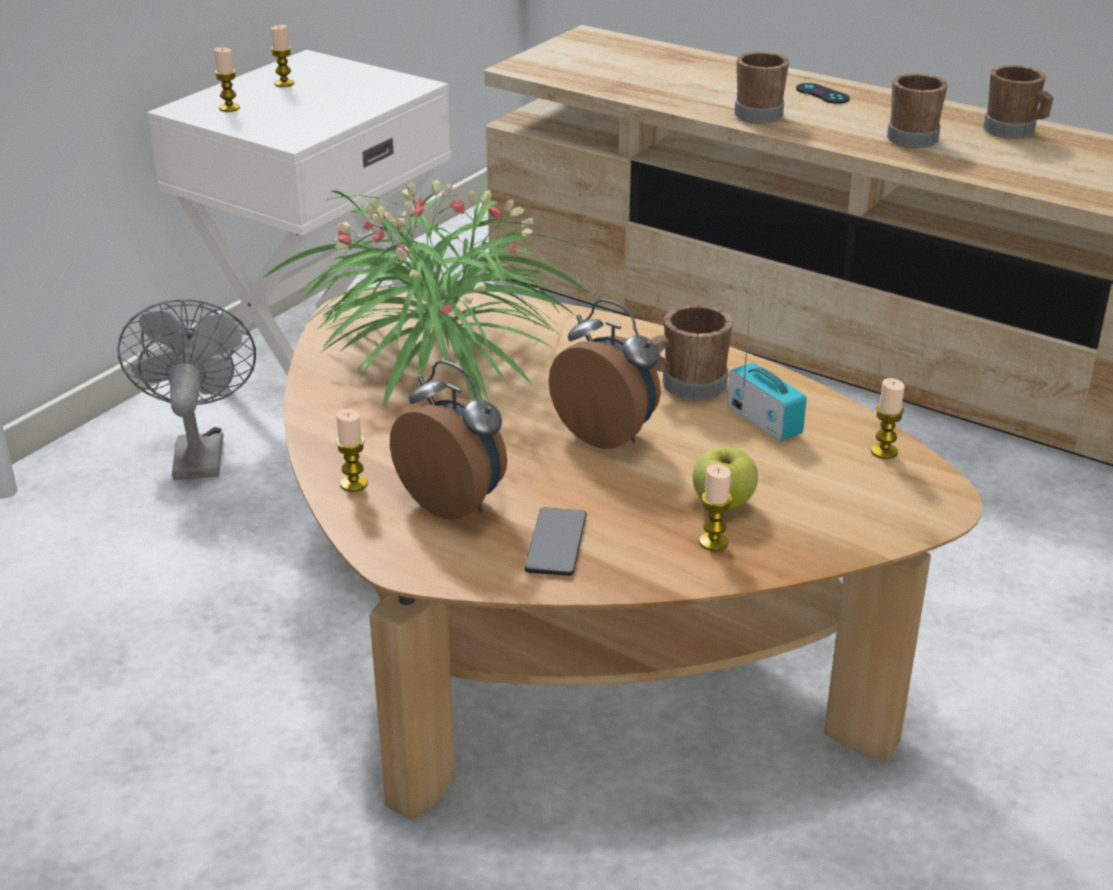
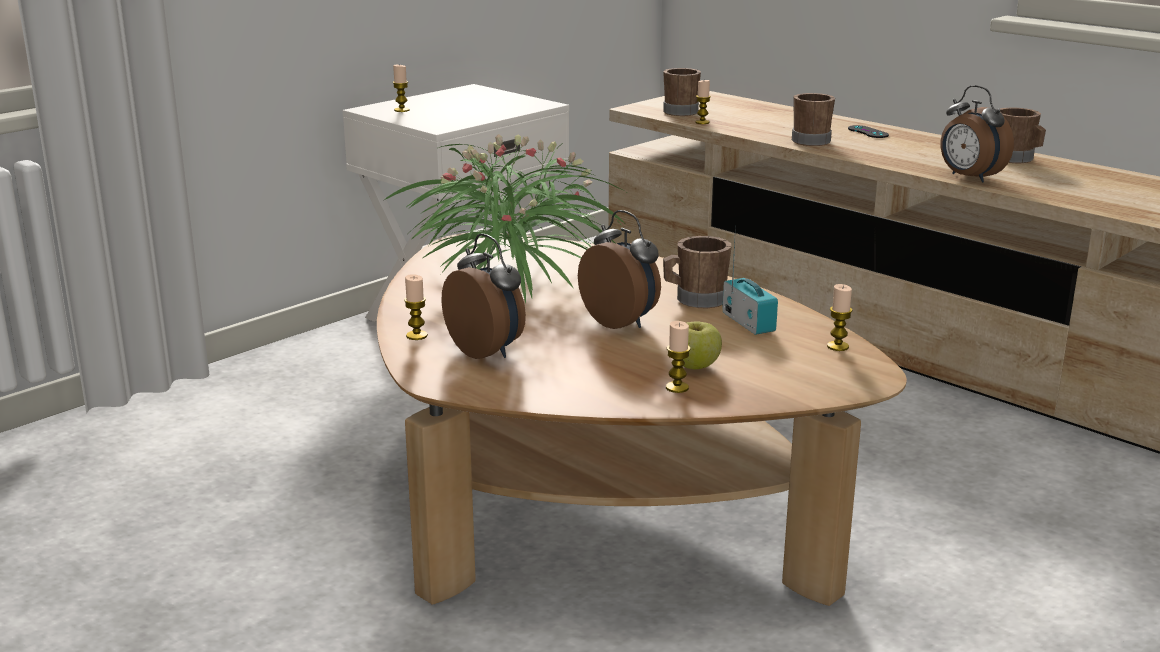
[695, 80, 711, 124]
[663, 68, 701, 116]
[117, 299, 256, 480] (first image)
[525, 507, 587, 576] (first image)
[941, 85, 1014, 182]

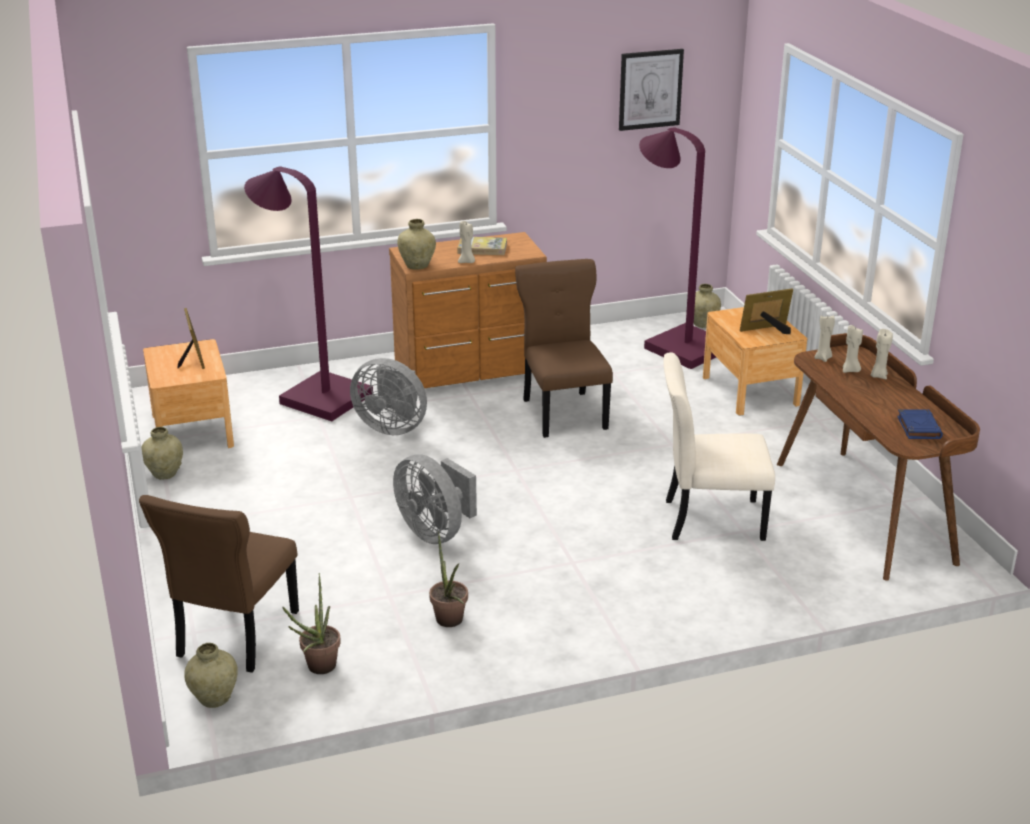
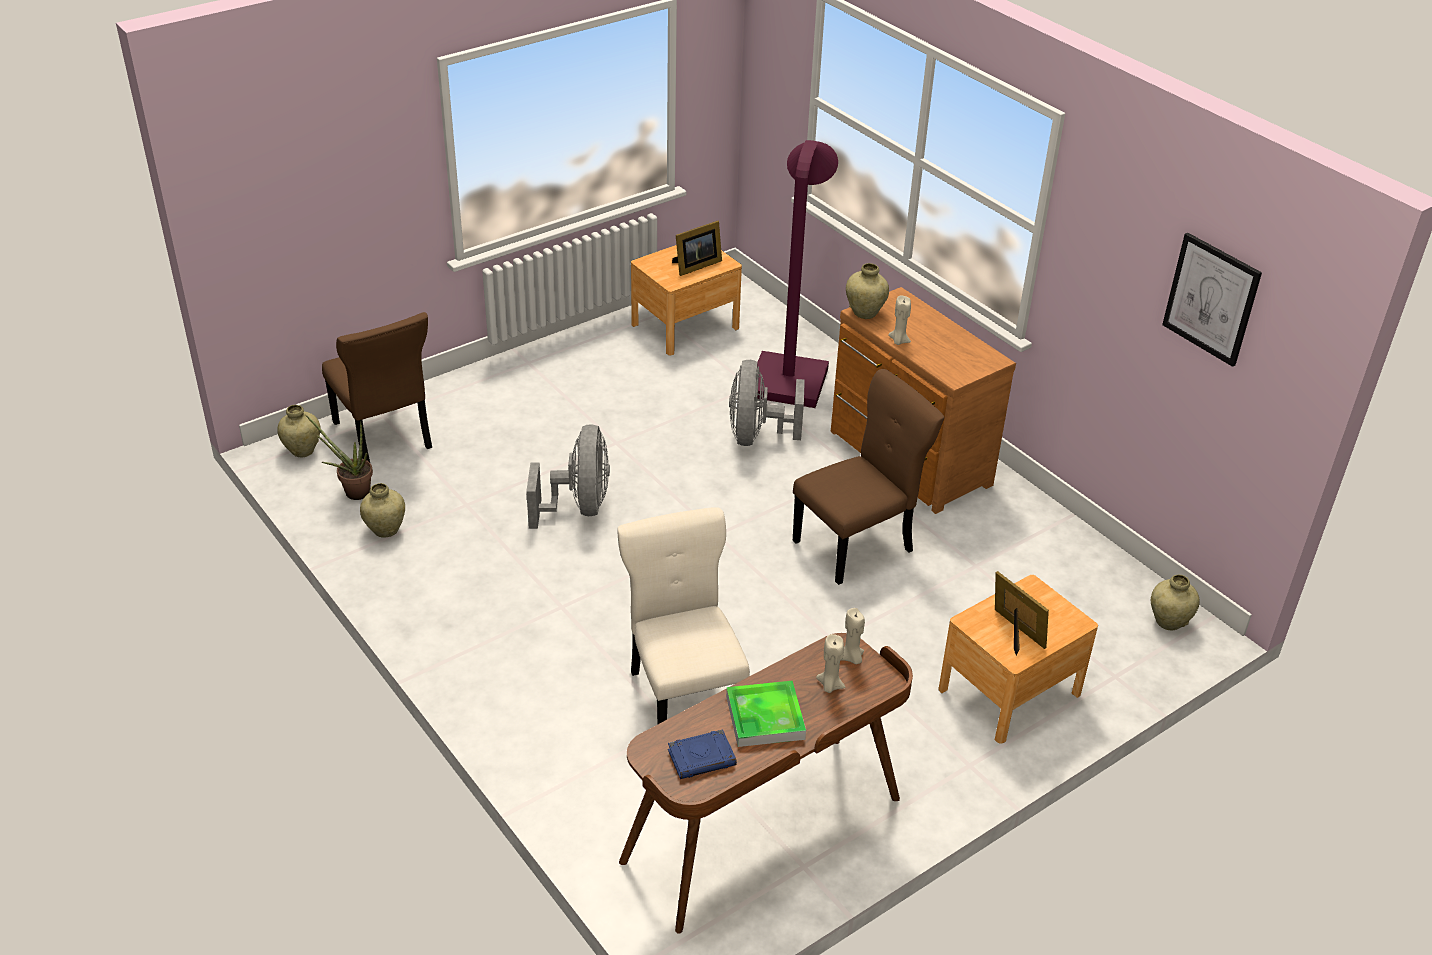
[639, 128, 716, 369] (first image)
[457, 237, 507, 255] (first image)
[871, 329, 893, 379] (first image)
[360, 483, 405, 538]
[526, 424, 610, 529]
[322, 312, 432, 462]
[429, 532, 468, 627] (first image)
[726, 681, 806, 747]

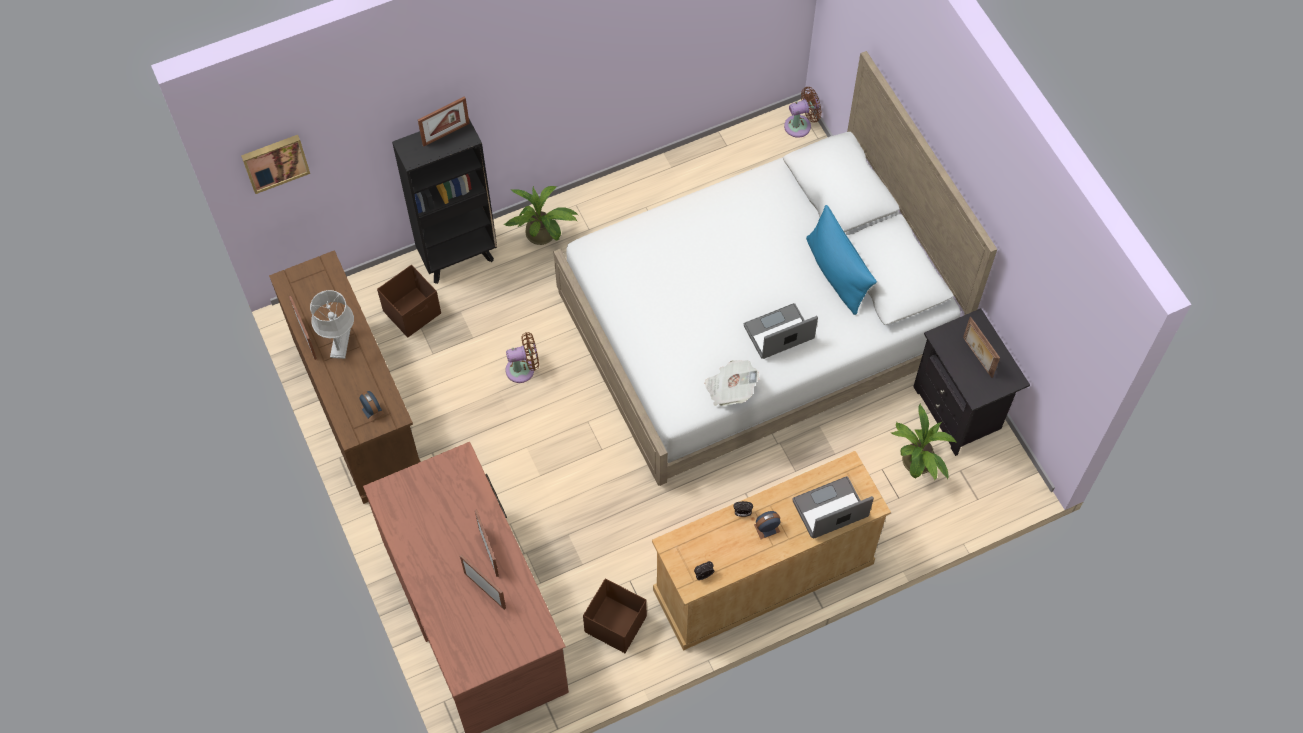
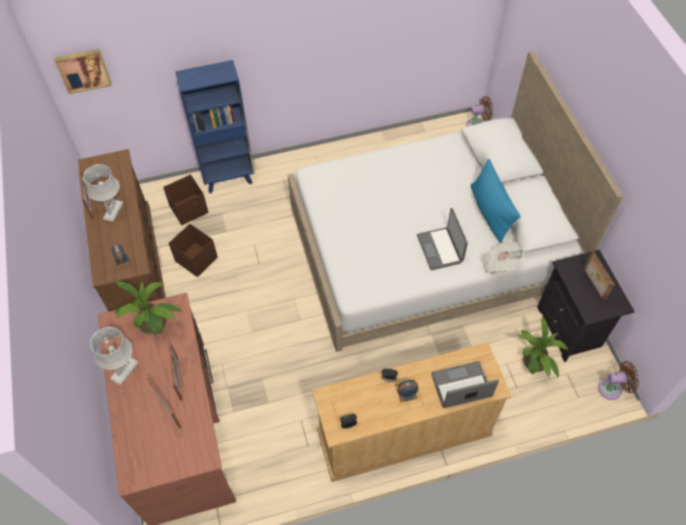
[418, 96, 470, 146] (first image)
[175, 60, 255, 193]
[114, 280, 182, 334]
[417, 208, 468, 270]
[598, 361, 639, 400]
[479, 242, 524, 274]
[169, 224, 218, 277]
[90, 327, 139, 385]

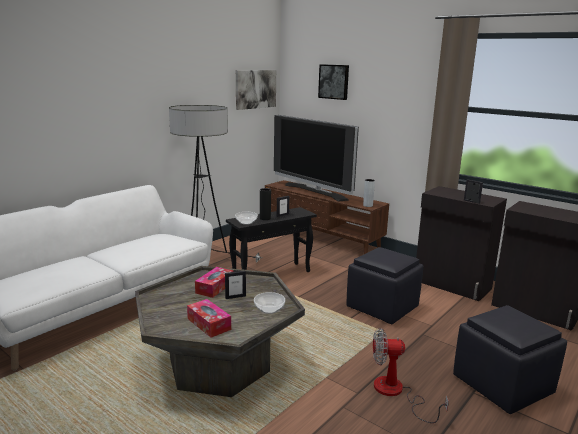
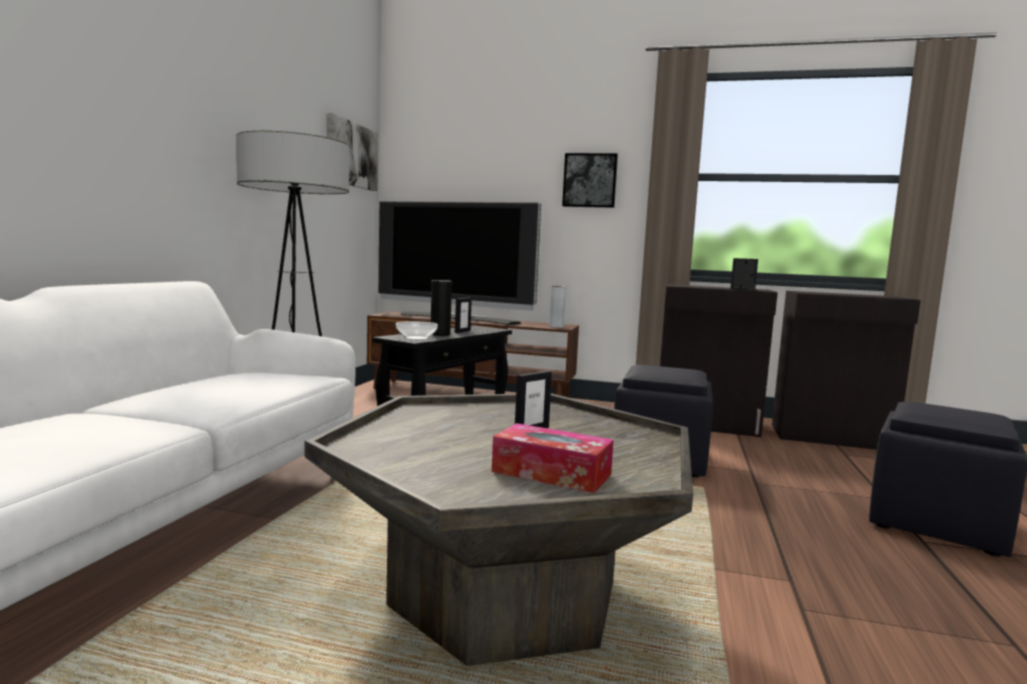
[562, 153, 618, 208]
[195, 267, 233, 298] (first image)
[254, 292, 285, 314] (first image)
[373, 328, 449, 423] (first image)

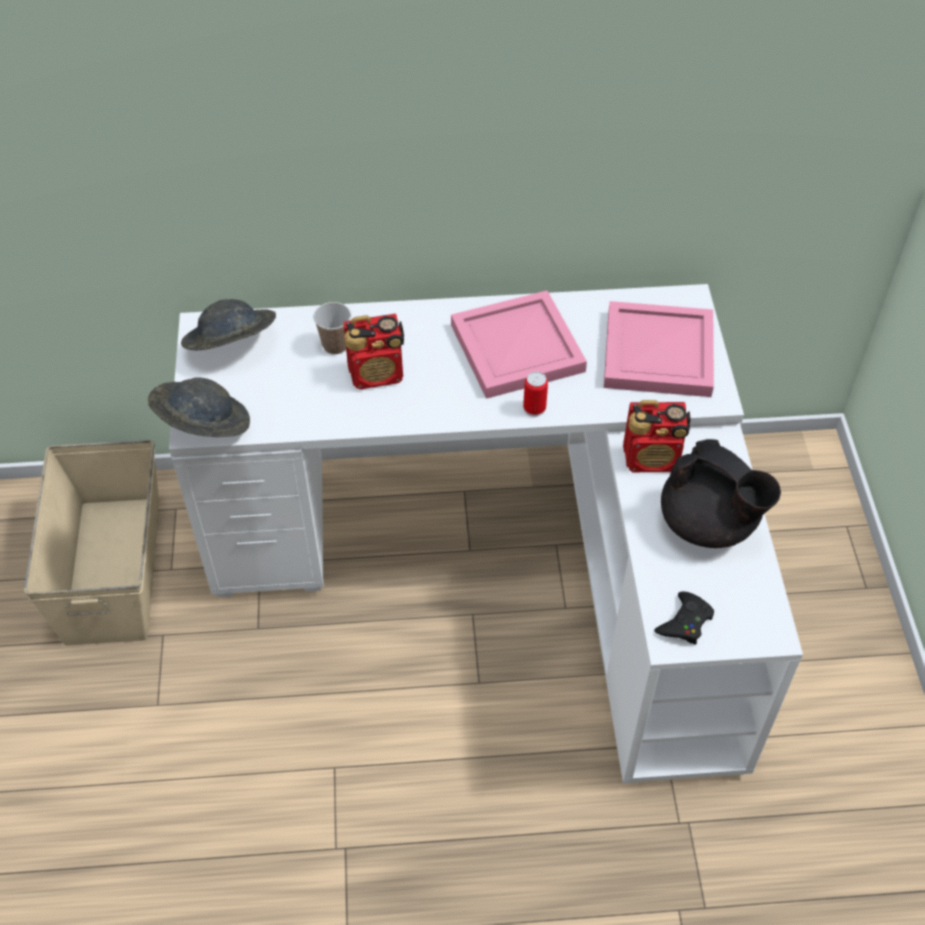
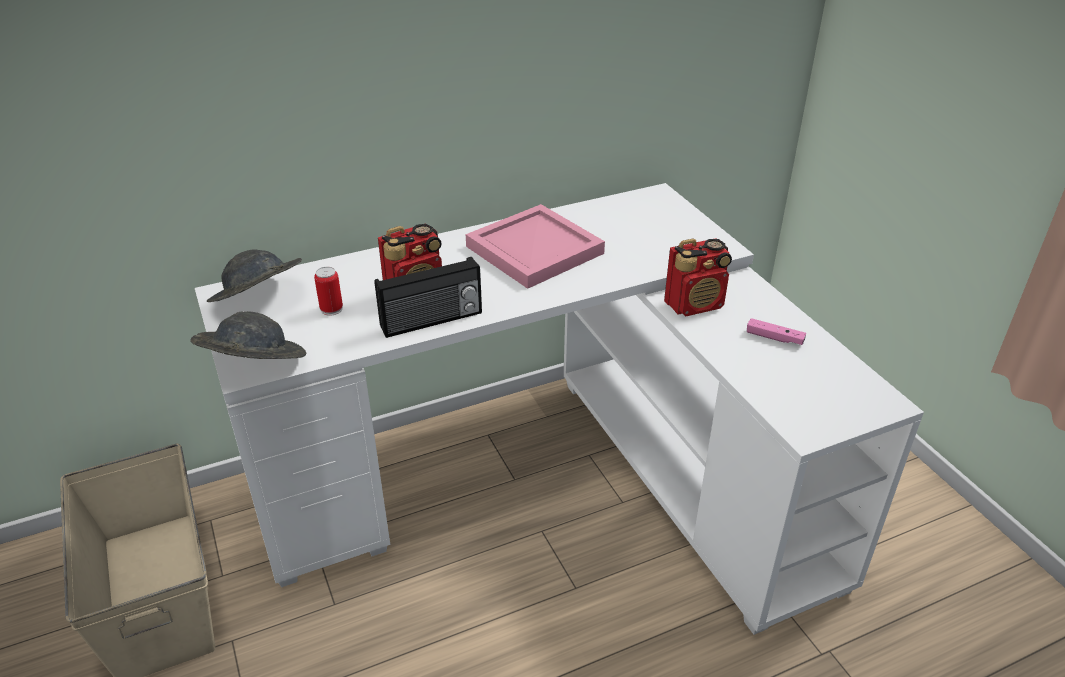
[604, 301, 714, 397] (first image)
[313, 302, 351, 354] (first image)
[314, 267, 343, 316]
[747, 318, 806, 345]
[654, 591, 714, 645] (first image)
[374, 257, 482, 338]

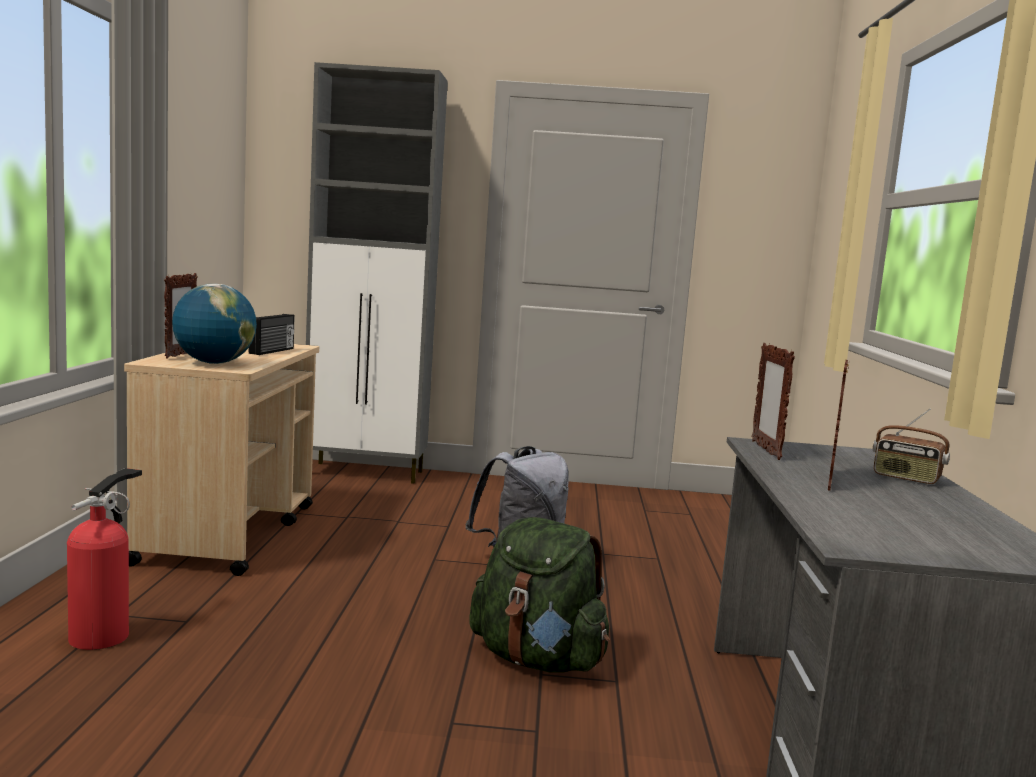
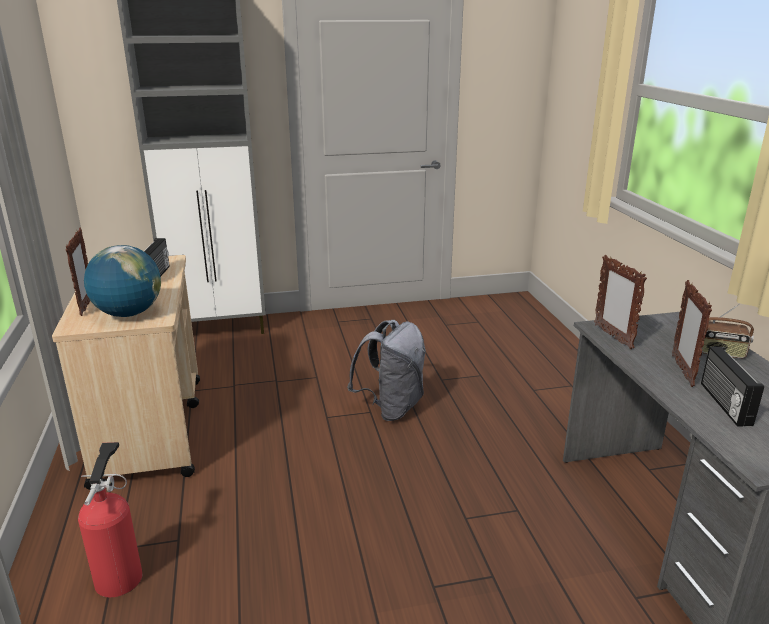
[469, 517, 609, 673] (first image)
[701, 346, 764, 427]

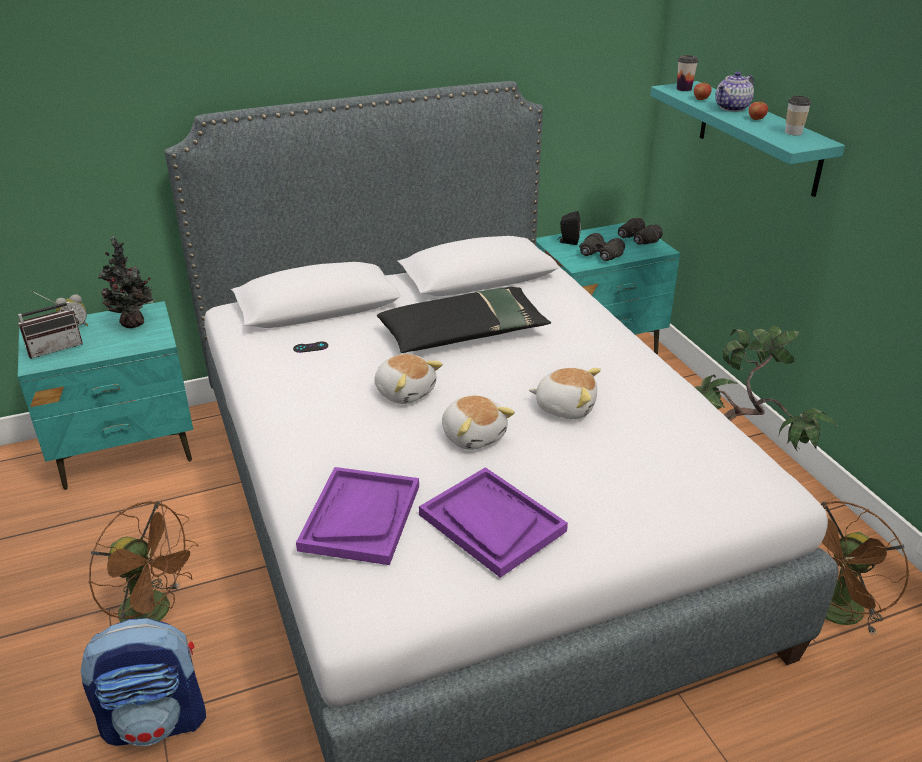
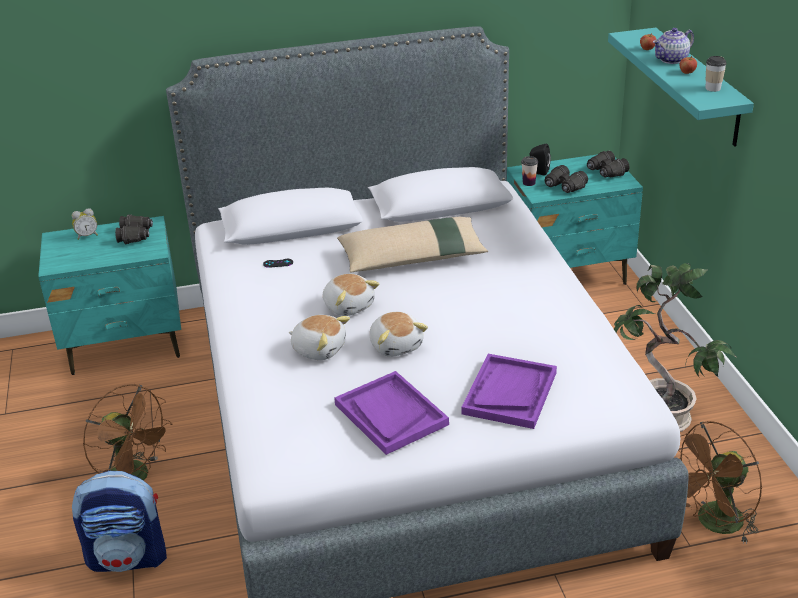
[521, 156, 538, 186]
[115, 214, 153, 245]
[337, 217, 488, 273]
[18, 290, 83, 359] (first image)
[289, 315, 350, 360]
[461, 354, 557, 429]

